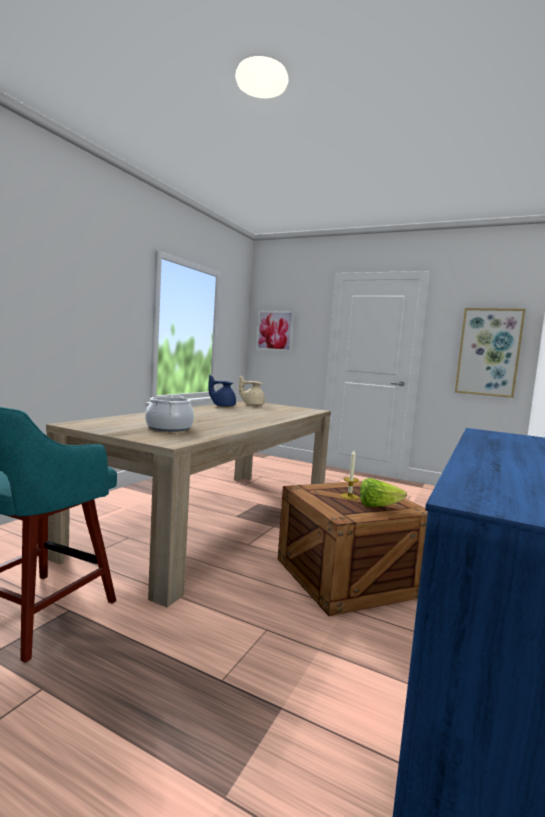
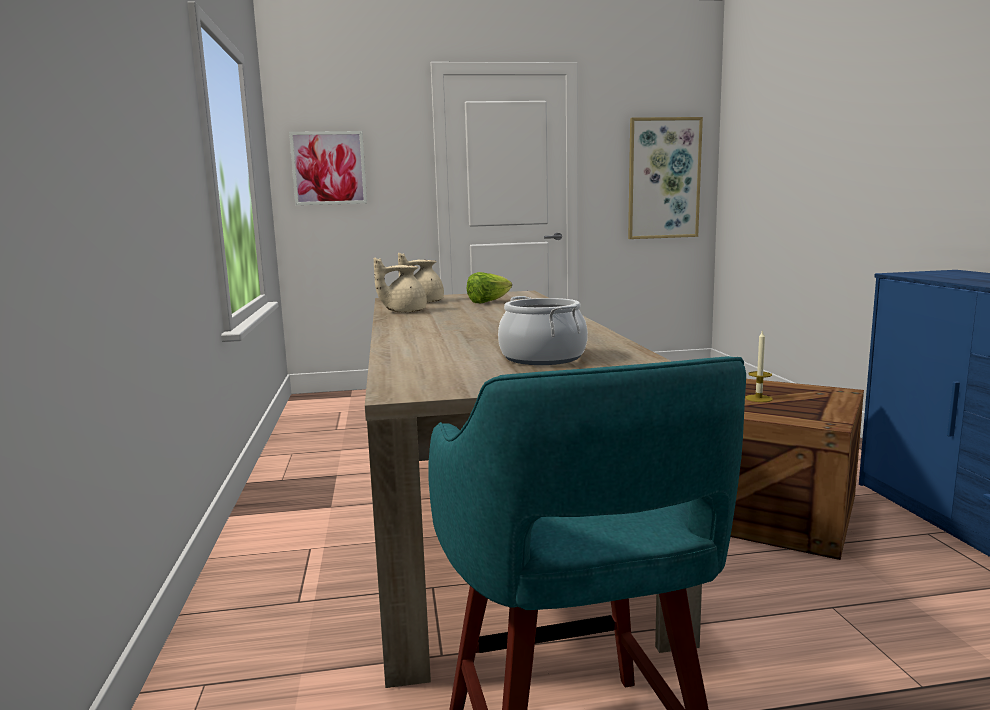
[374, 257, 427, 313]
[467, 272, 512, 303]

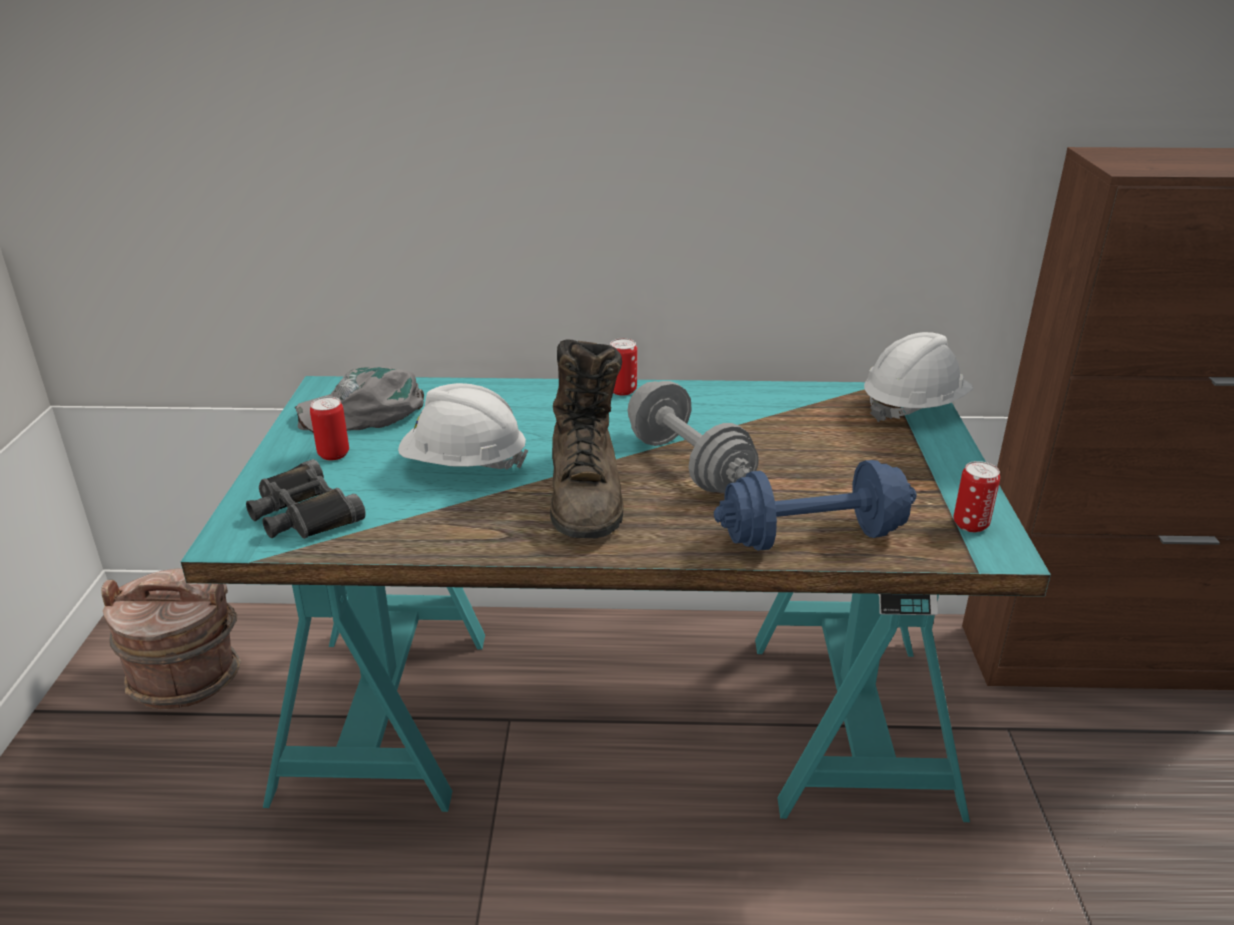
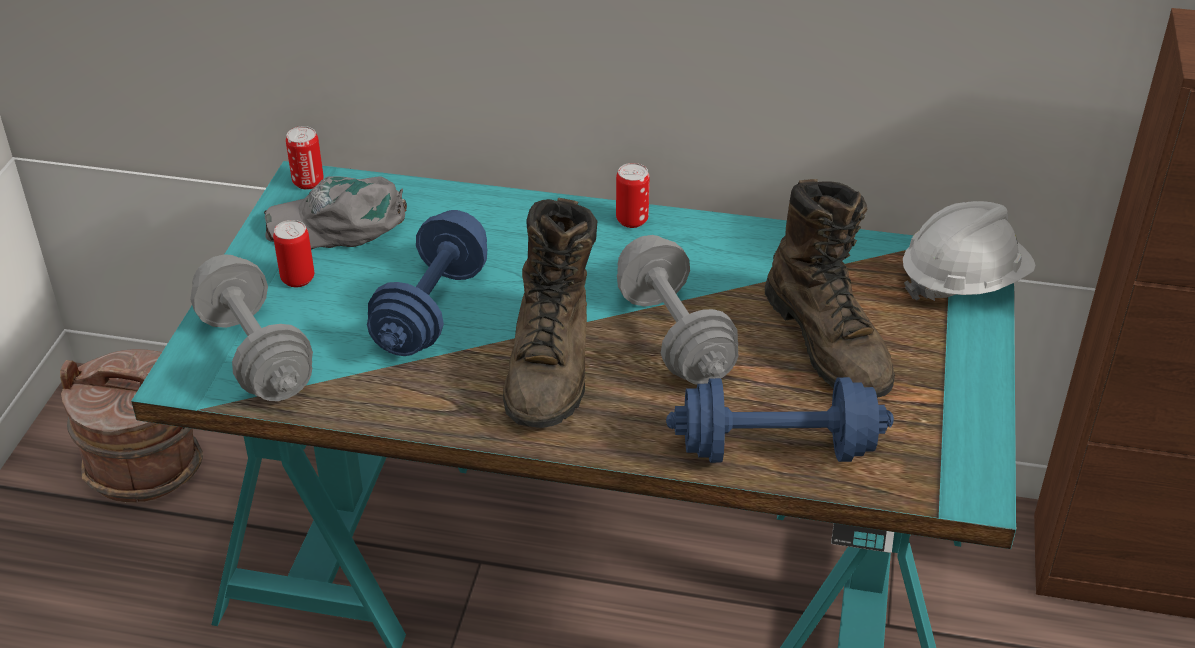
[367, 210, 487, 356]
[190, 254, 313, 401]
[286, 126, 324, 190]
[765, 179, 895, 398]

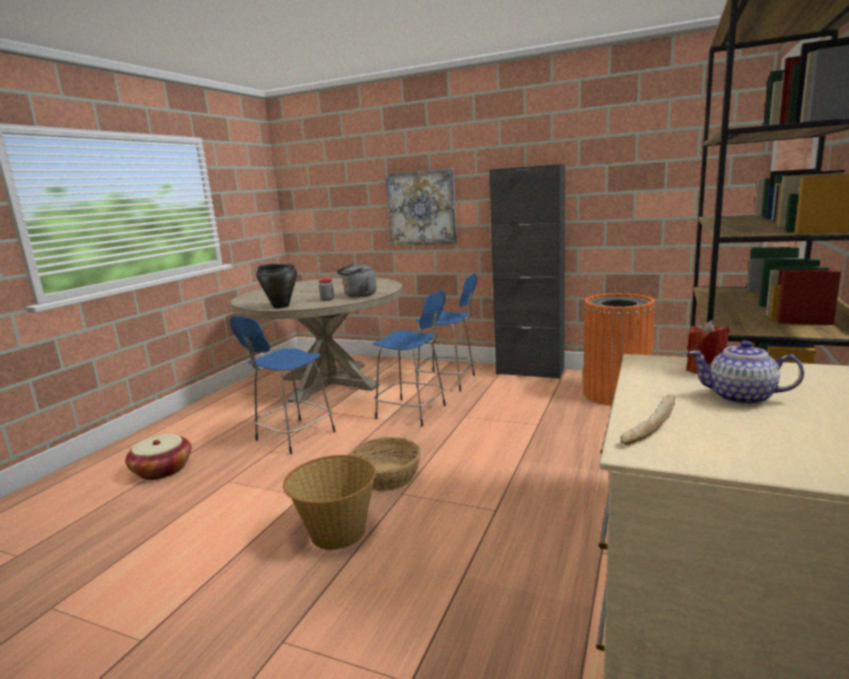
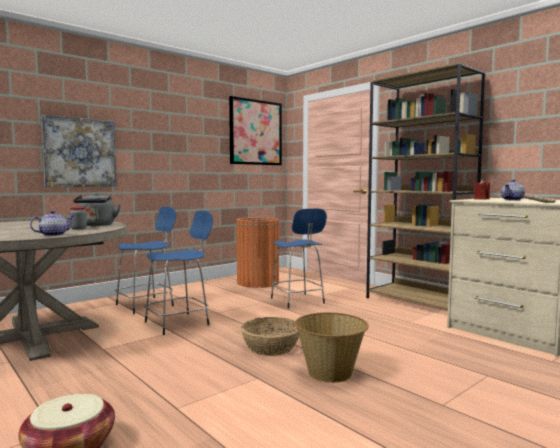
[489, 164, 565, 379] (first image)
[30, 211, 74, 236]
[271, 208, 327, 309]
[229, 96, 282, 165]

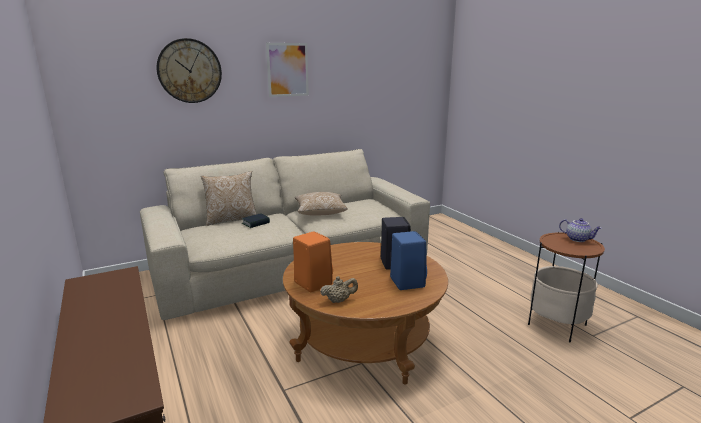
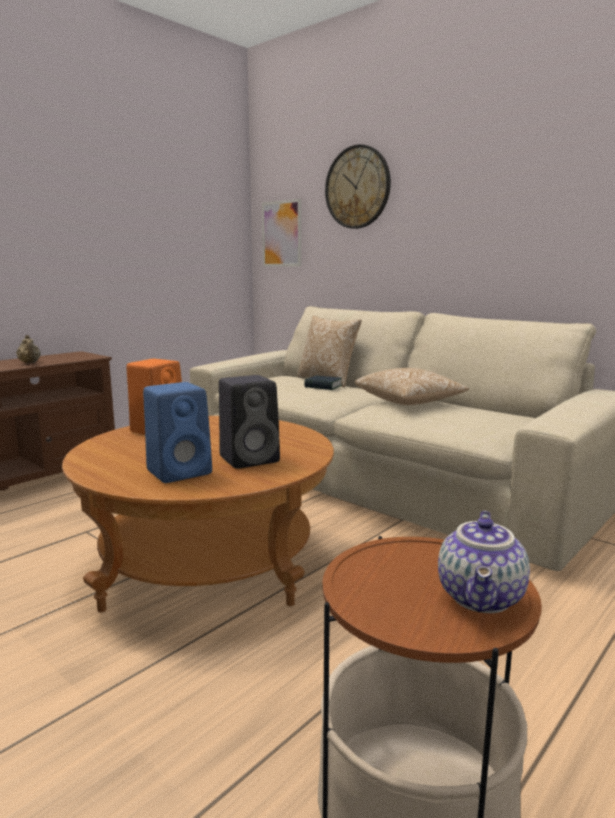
[262, 199, 301, 267]
[16, 335, 41, 363]

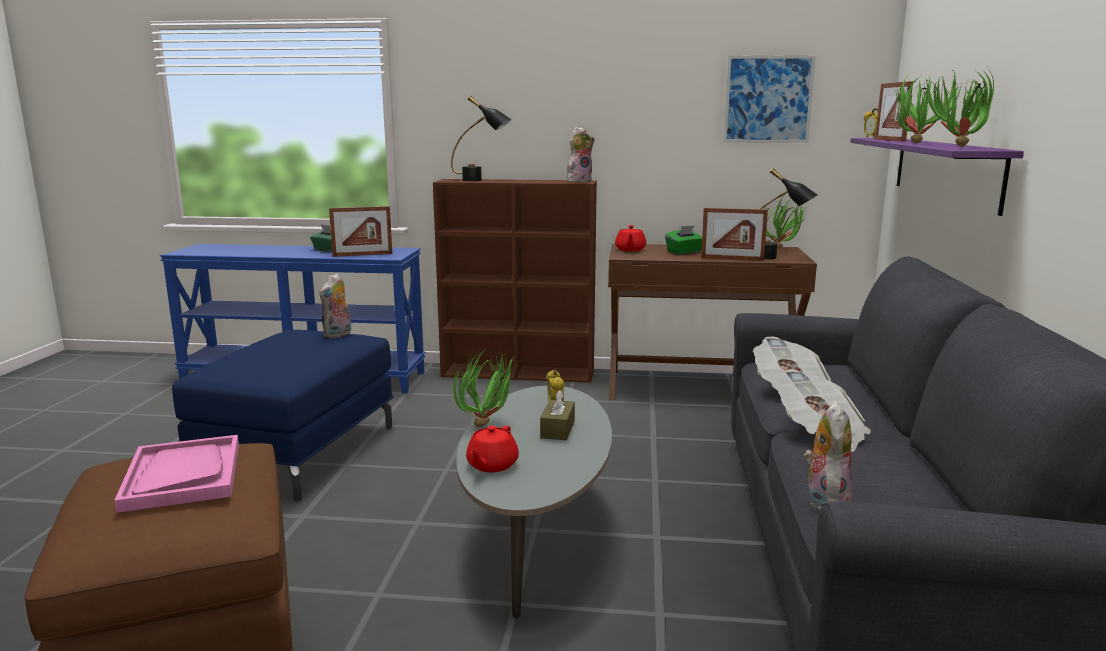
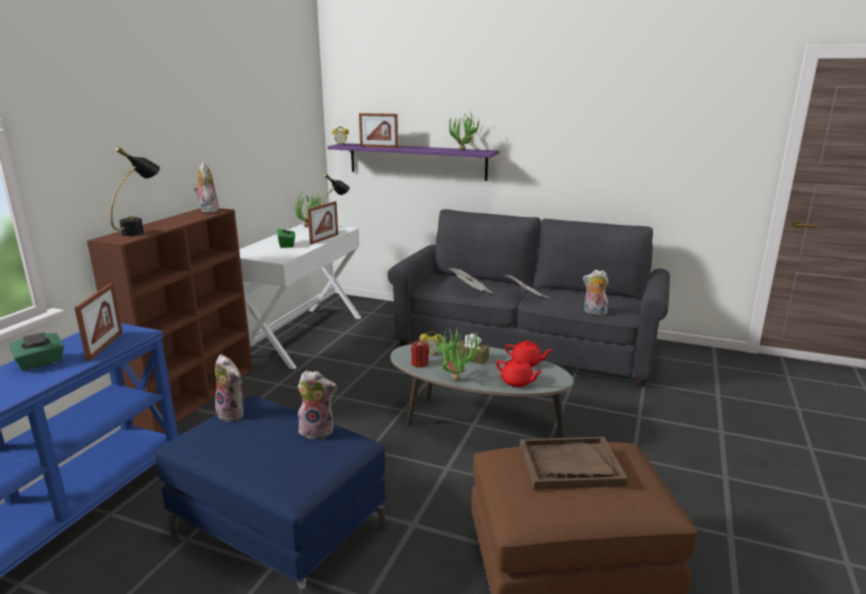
[723, 55, 816, 143] (first image)
[895, 71, 962, 144] (first image)
[505, 341, 552, 367]
[239, 223, 362, 369]
[520, 437, 628, 490]
[411, 340, 429, 367]
[298, 370, 337, 439]

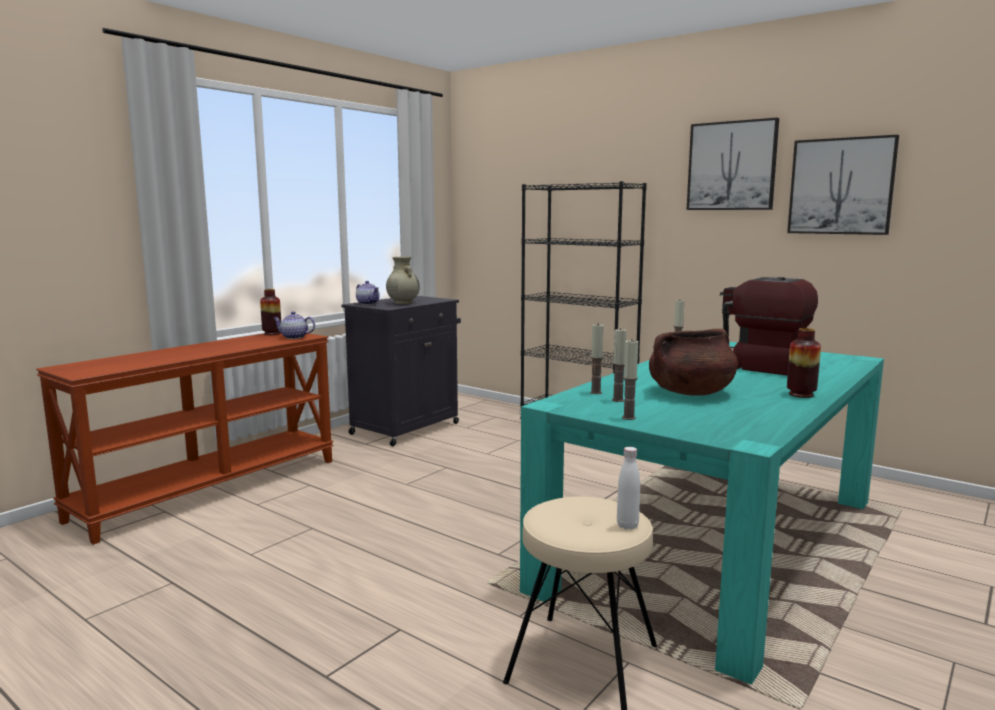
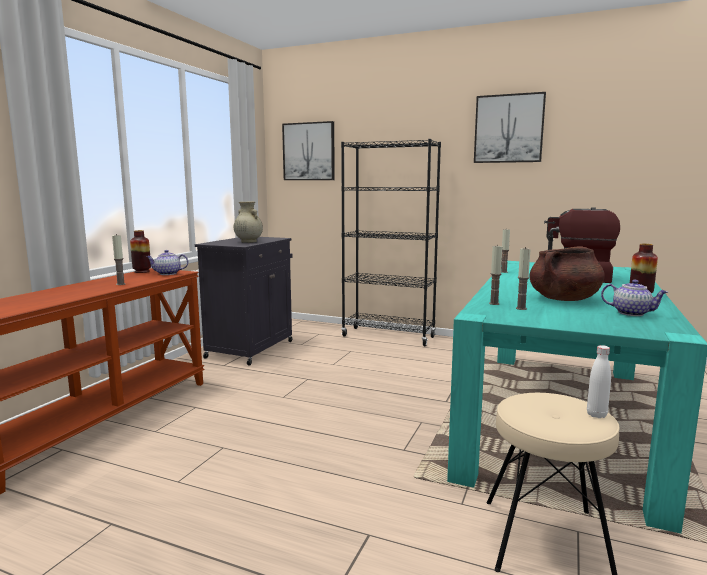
[282, 121, 335, 180]
[601, 280, 668, 316]
[112, 234, 126, 285]

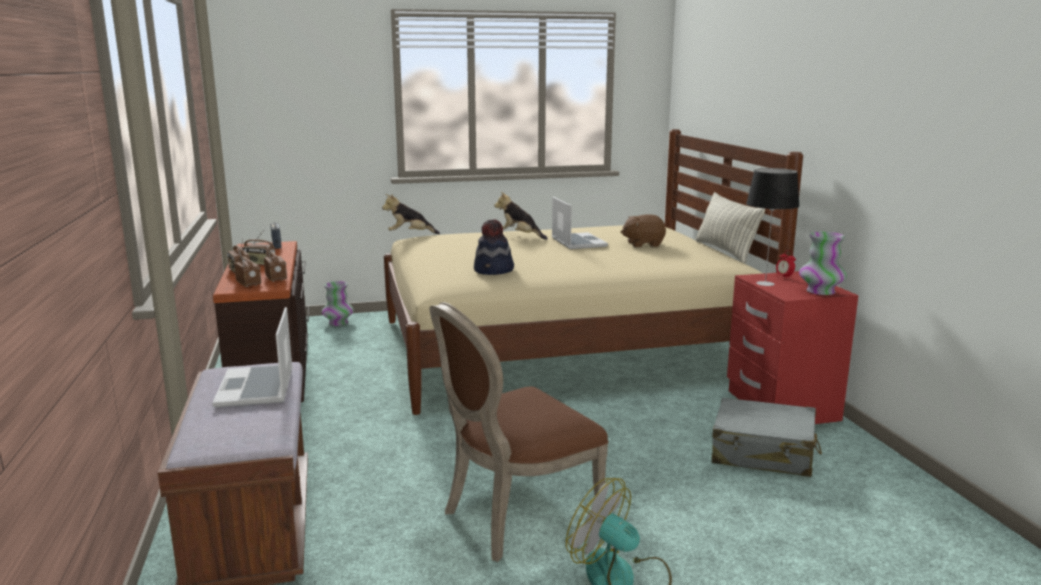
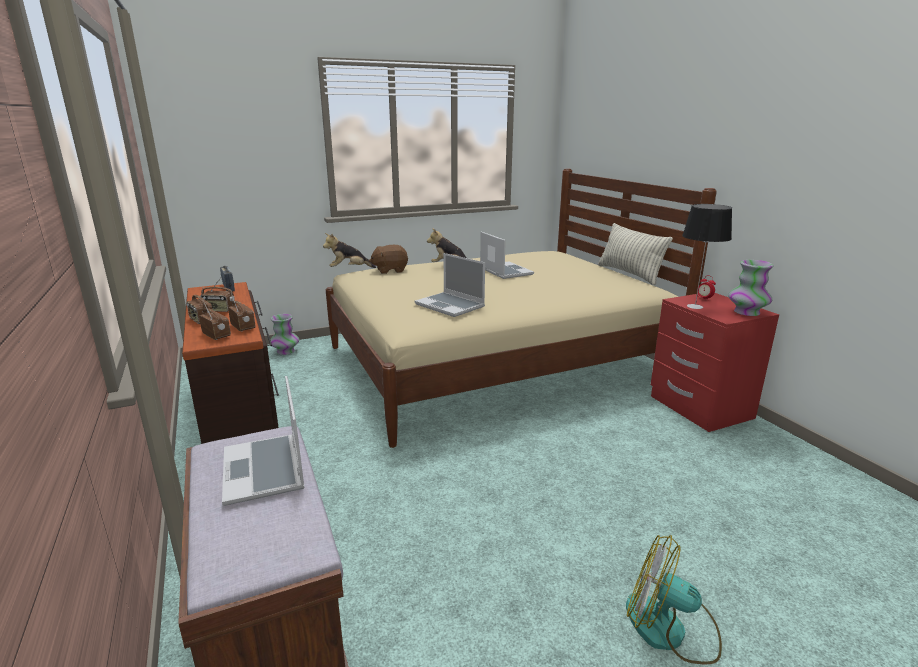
[369, 245, 408, 274]
[415, 253, 485, 317]
[430, 302, 609, 562] (first image)
[712, 398, 822, 477] (first image)

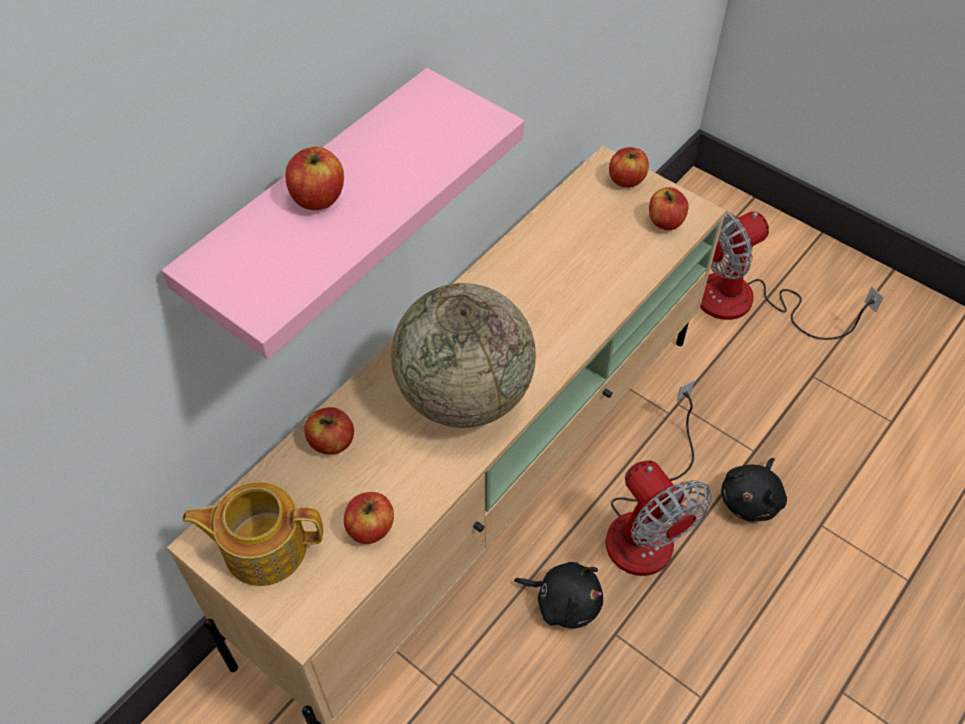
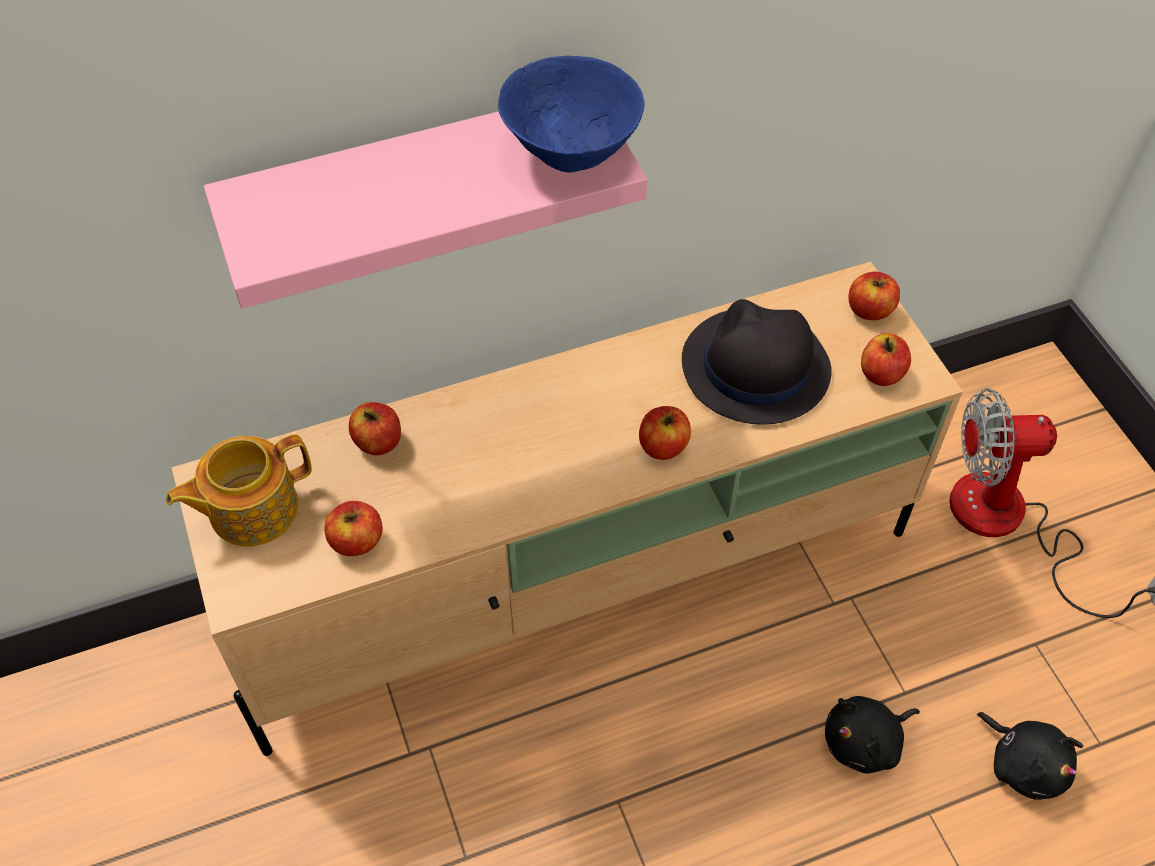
[639, 406, 691, 460]
[391, 283, 536, 428] (first image)
[606, 380, 712, 576] (first image)
[166, 434, 312, 547]
[977, 712, 1083, 800]
[498, 55, 645, 173]
[682, 299, 832, 425]

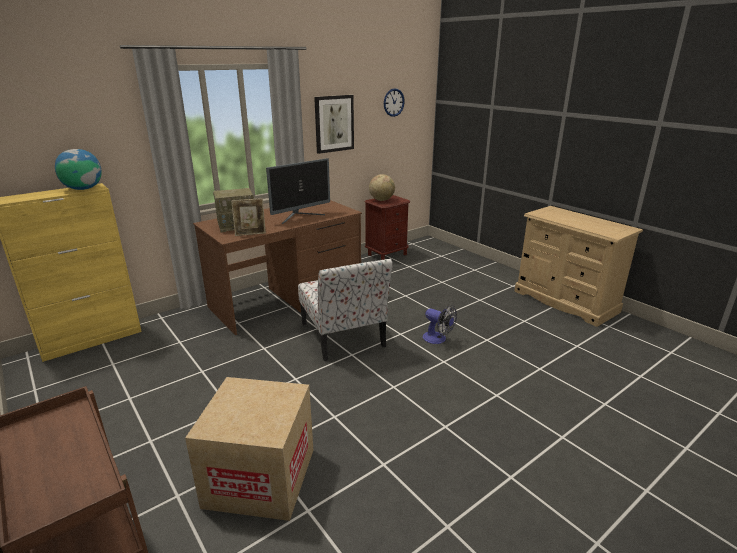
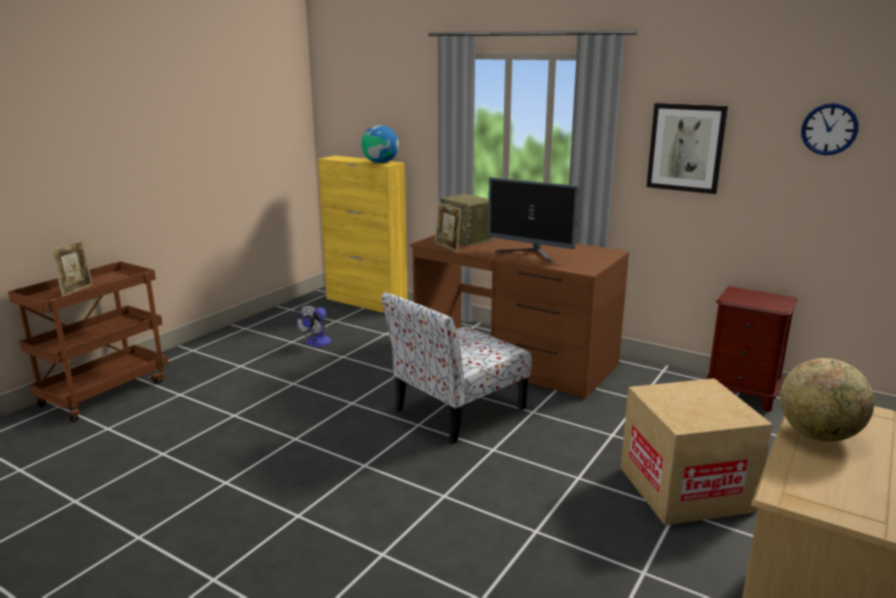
[780, 358, 874, 442]
[294, 305, 331, 347]
[621, 378, 773, 525]
[51, 240, 93, 296]

